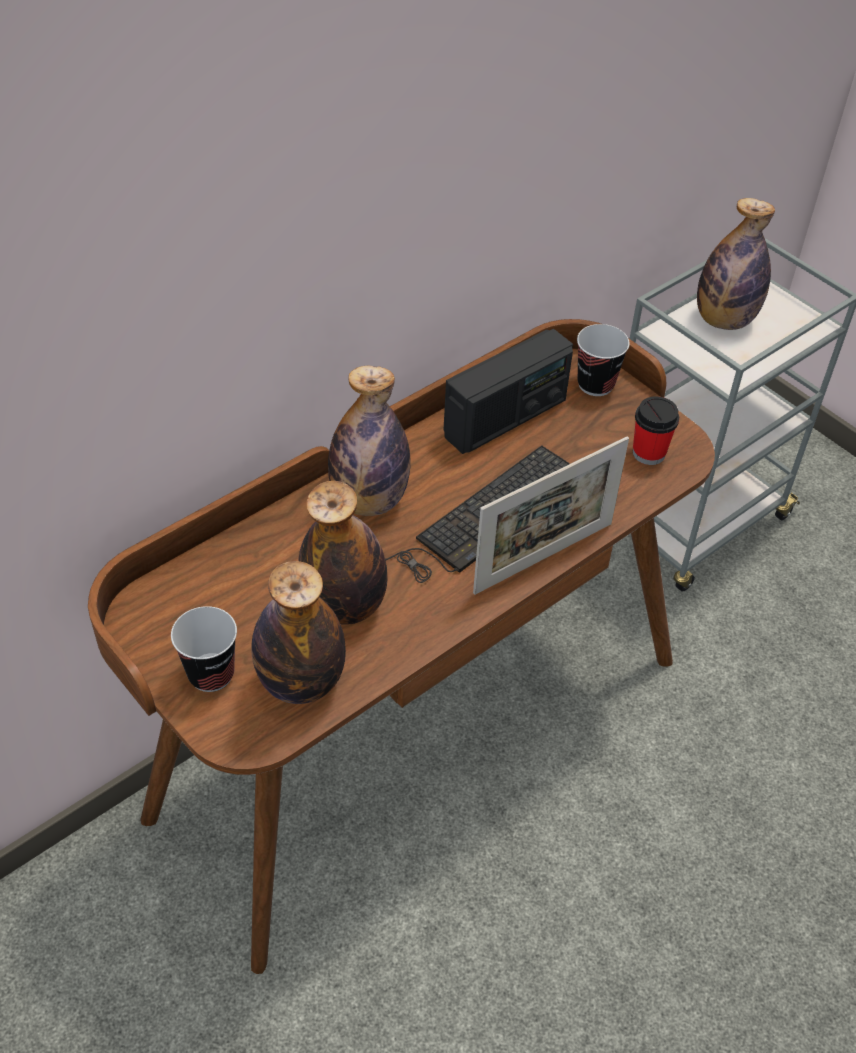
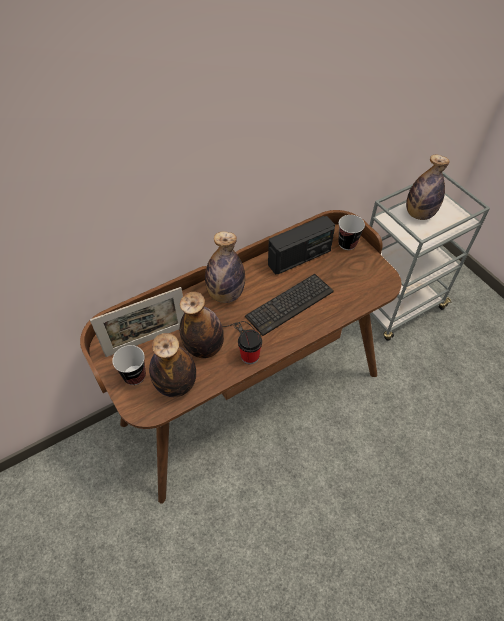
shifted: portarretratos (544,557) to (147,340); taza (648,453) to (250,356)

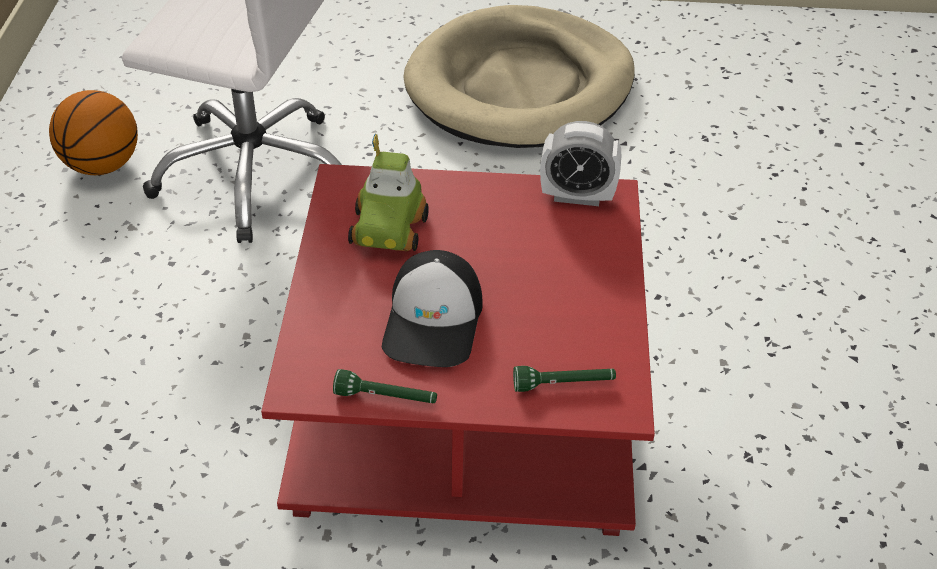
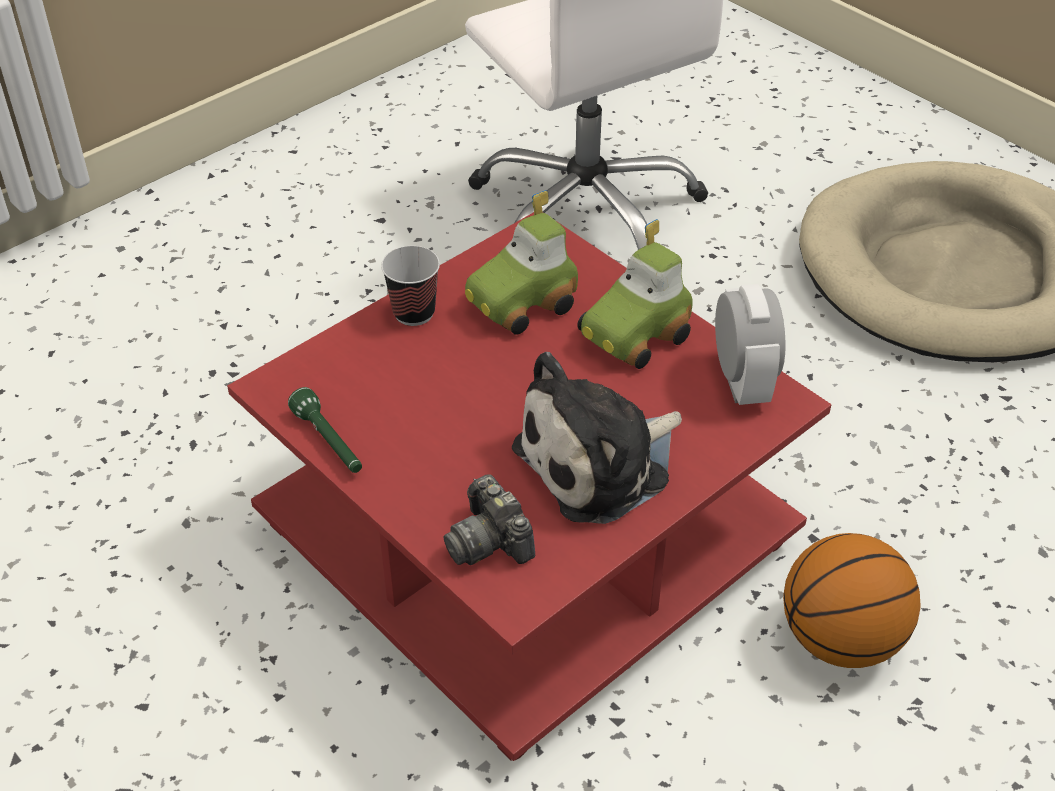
gone: gorra (434,321)
new: taza (414,313); peluche (600,463); coche de juguete (635,335)
shifted: balón de baloncesto (103,165) to (841,639)
swapped: linterna (verde) (564,384) to cámara (489,541)
rotated: despertador (577,196) = (742,381) 150 degrees counterclockwise

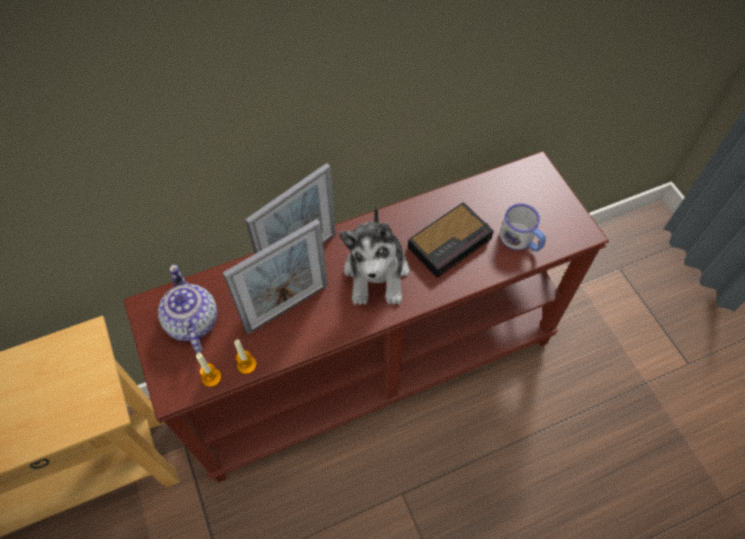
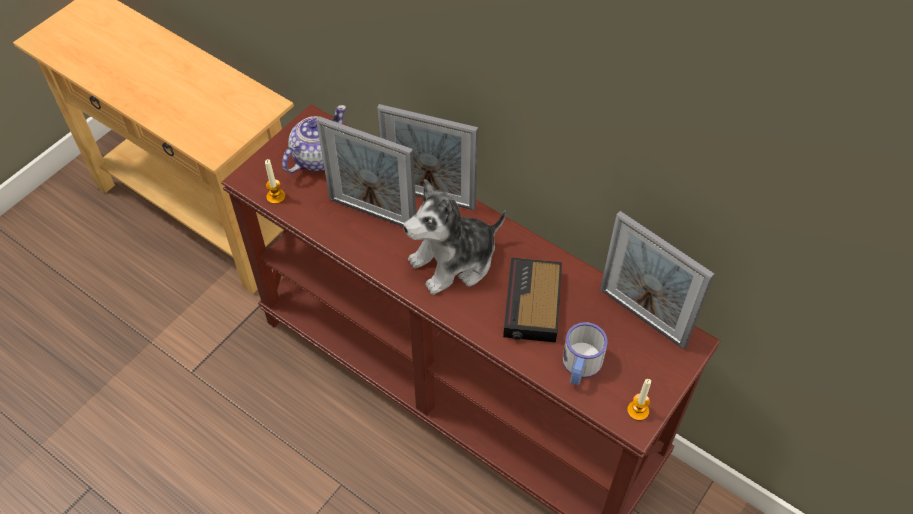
new: portarretratos (642,317)
shifted: vela (246,365) to (638,411)
rotated: despertador (451,242) = (532,306) 75 degrees clockwise

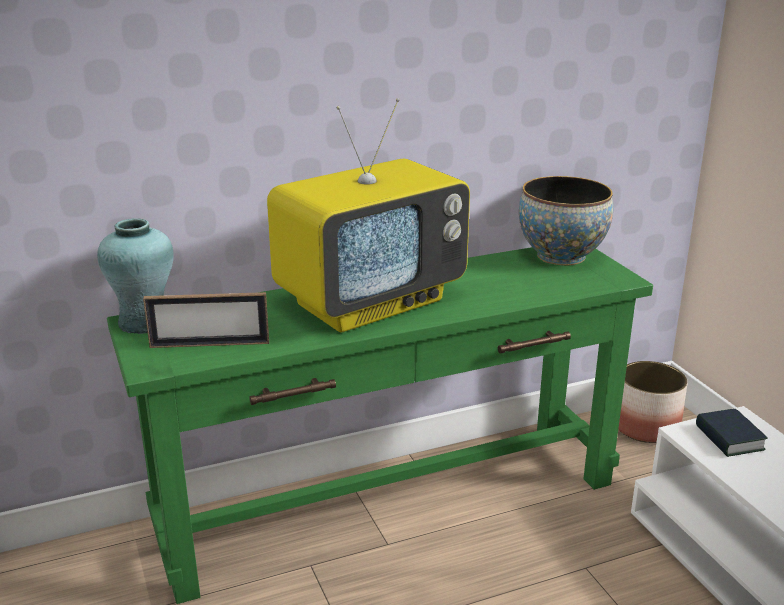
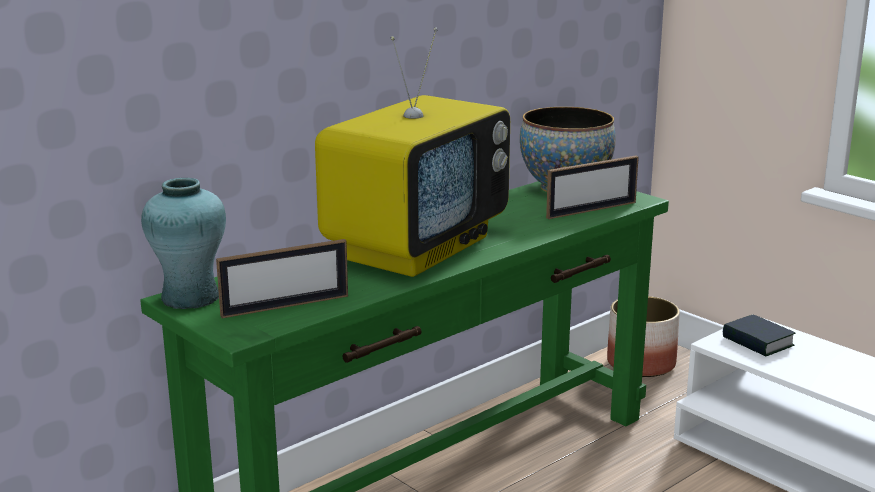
new: portarretratos (591,210)

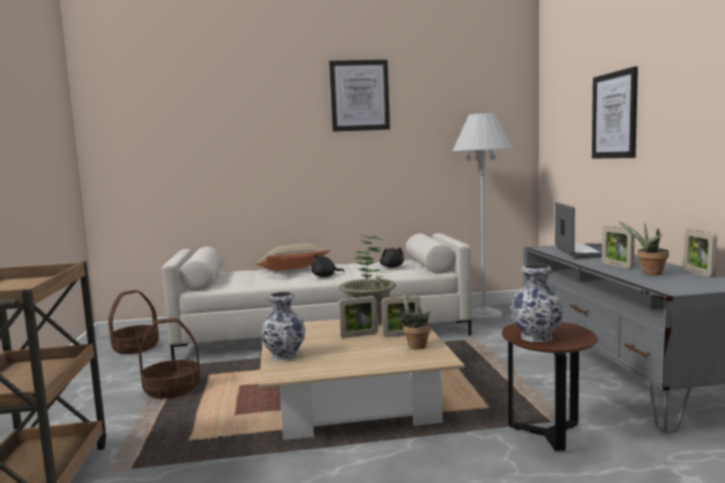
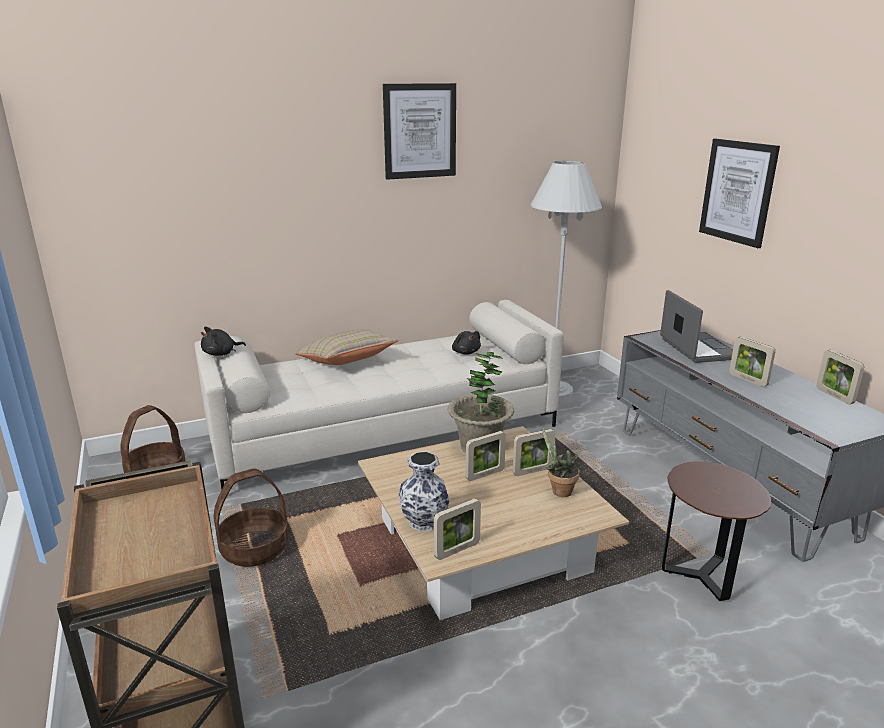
gone: florero (537,337); planta en maceta (649,273)
new: portarretratos (457,550)
shifted: peluche (negro) (325,276) to (221,354)

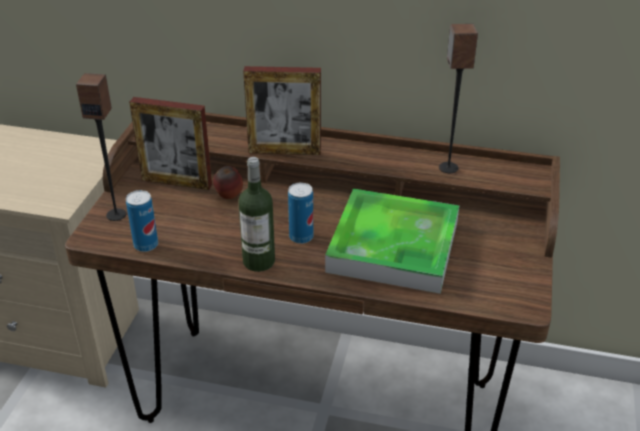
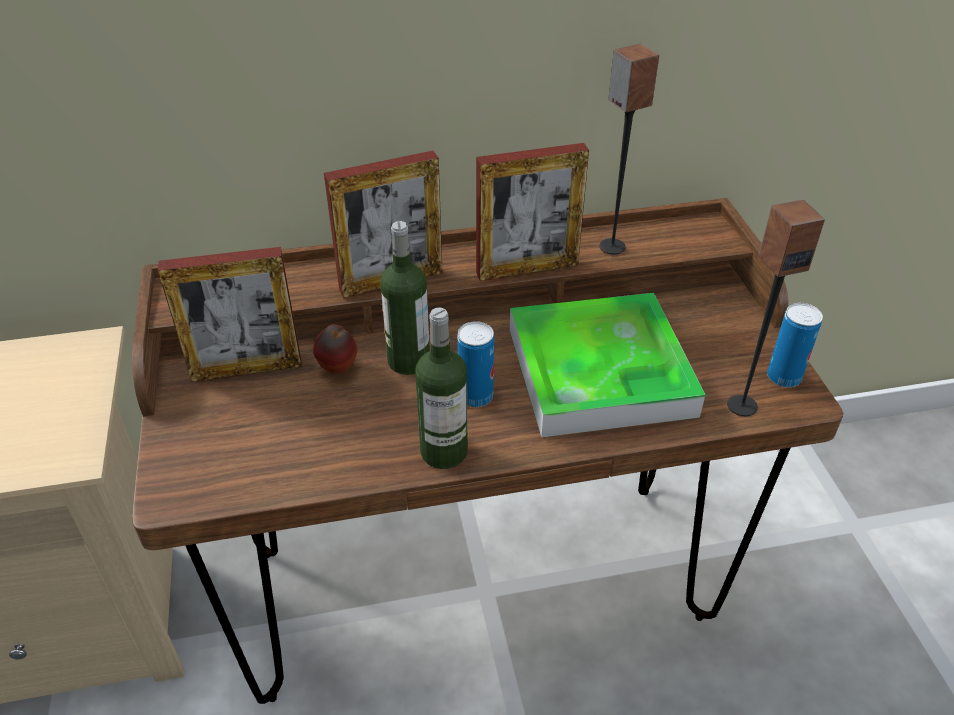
new: botella (409,361); portarretratos (527,269)
shifted: altavoz (116,214) to (741,405); lata (146,245) to (783,377)

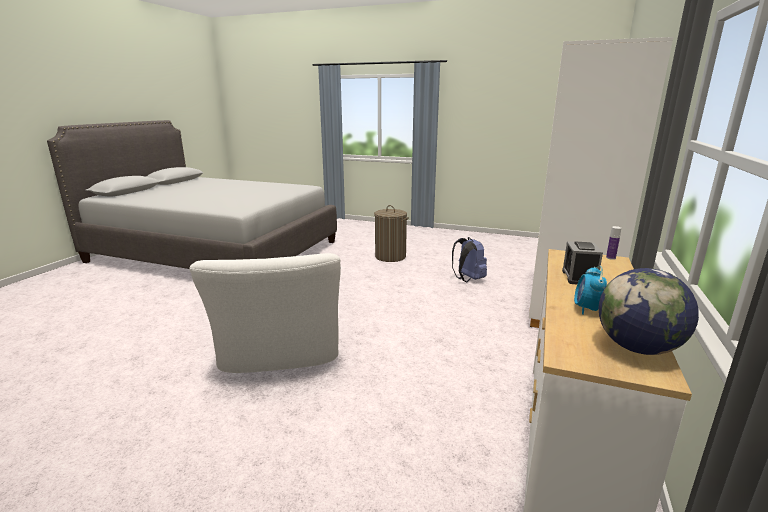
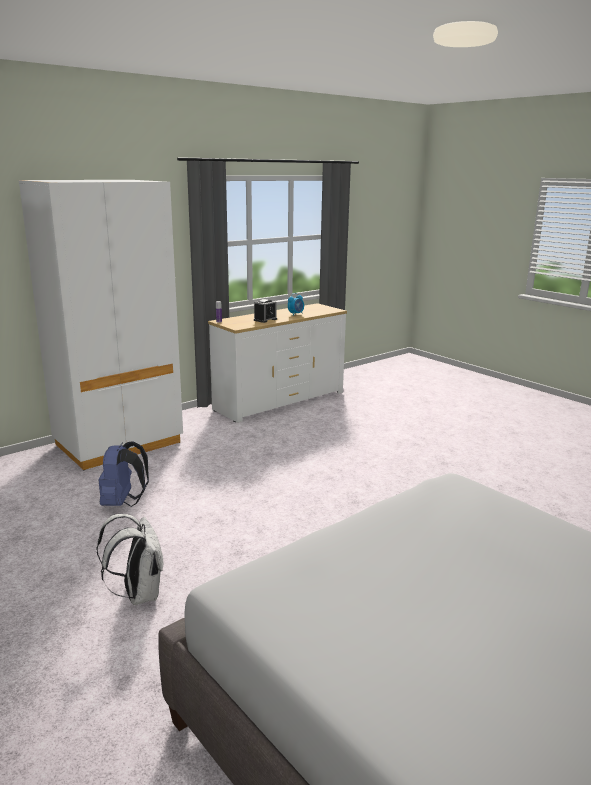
gone: sillón (blanco) (280,352); globo terráqueo (637,348)
swapped: cesto de la ropa (390,256) to mochila (blanco) (138,594)

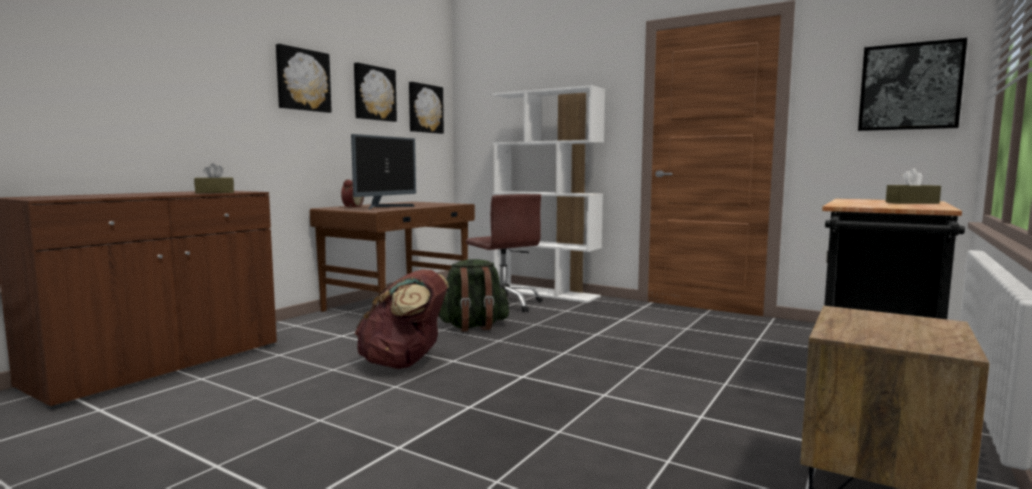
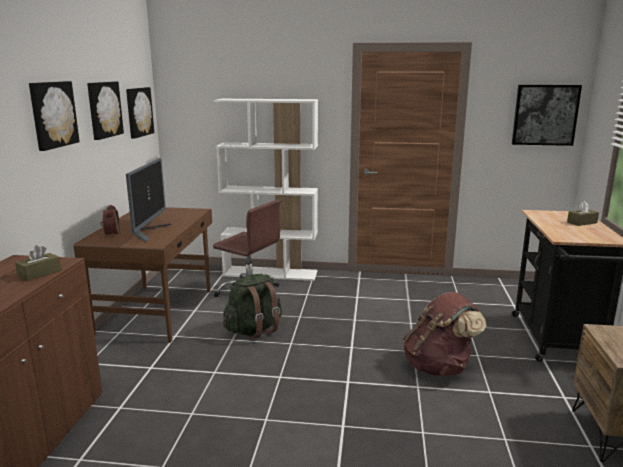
shifted: mochila (marrón) (404,363) to (439,367)

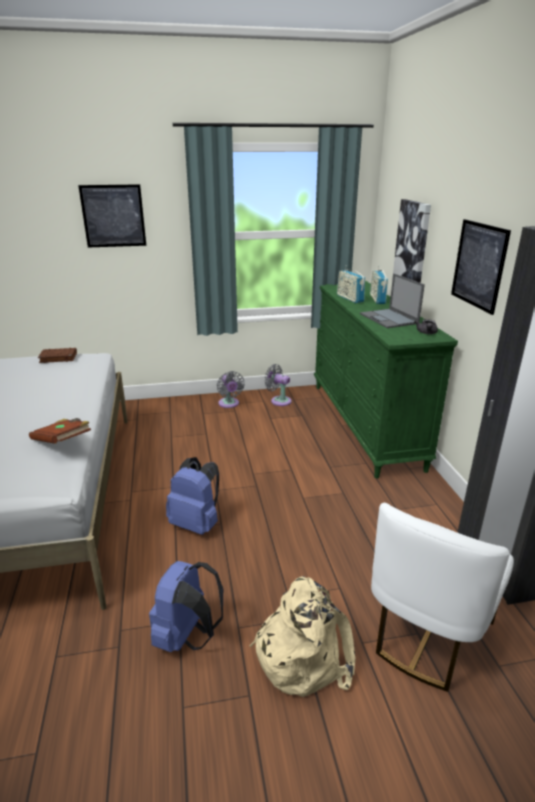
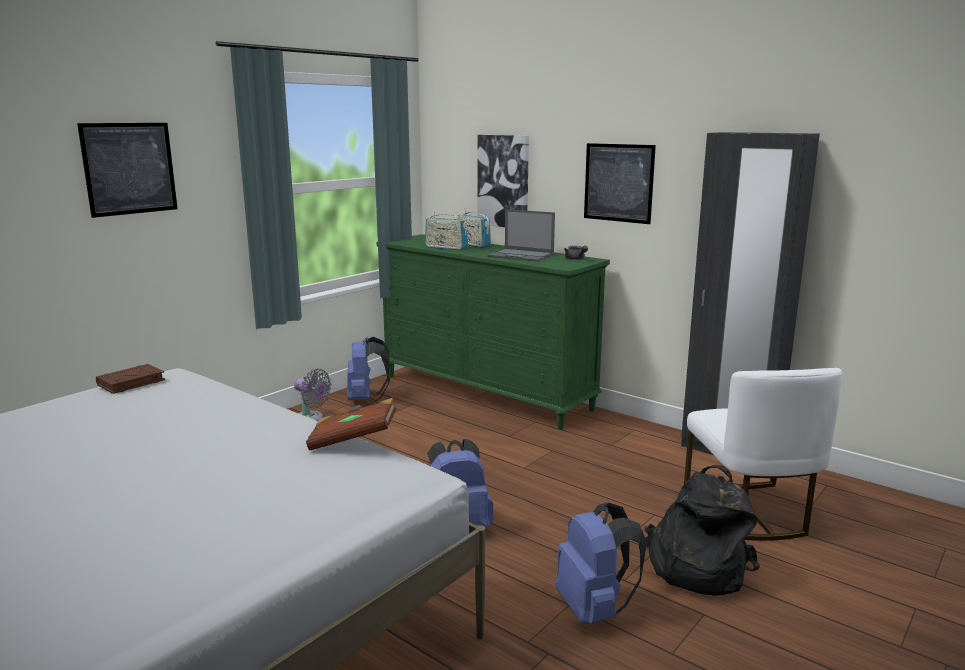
swapped: ventilador (gris) (279,400) to mochila (azul) (366,399)
repainted: mochila (beis) (303,652) to mochila (negro) (695,567)

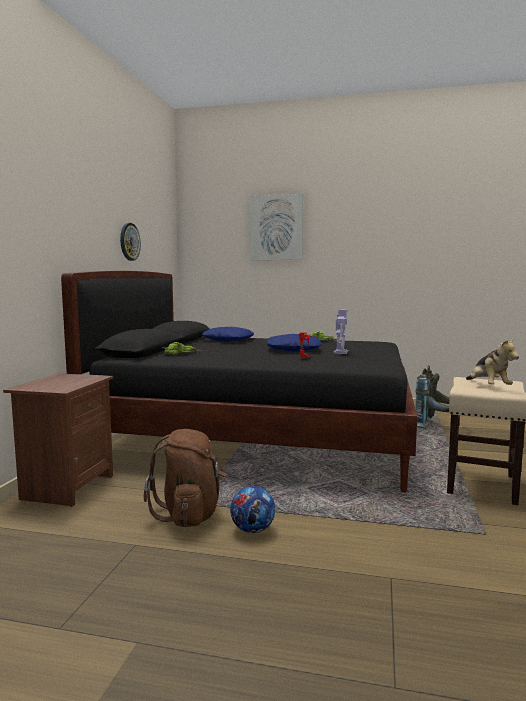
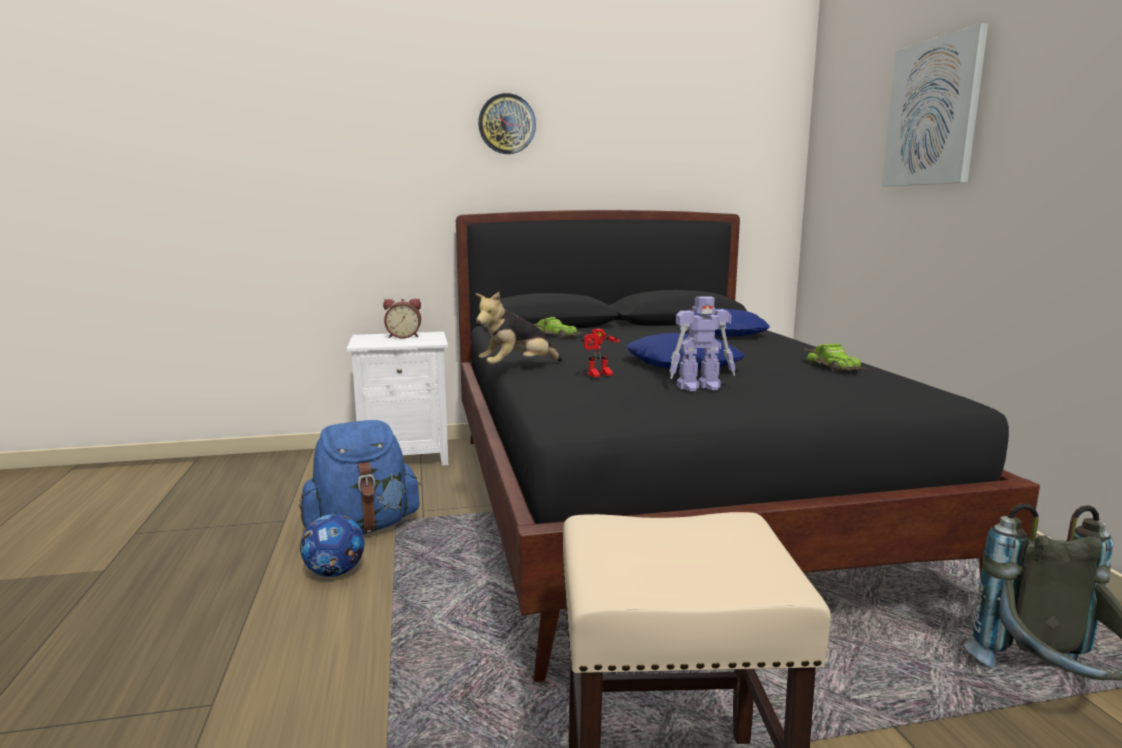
new: despertador (404,336)
shifted: reloj de pared (129,241) to (507,124); peluche (488,386) to (517,368)
repainted: mesita de noche (marrón) (66,487) to mesita de noche (blanco) (404,456); mochila (marrón) (189,515) to mochila (azul) (363,527)

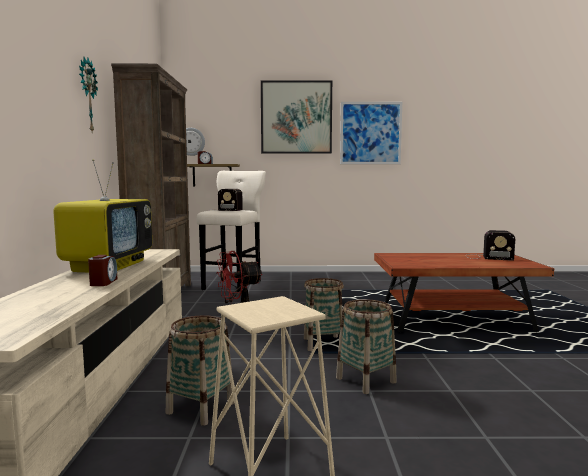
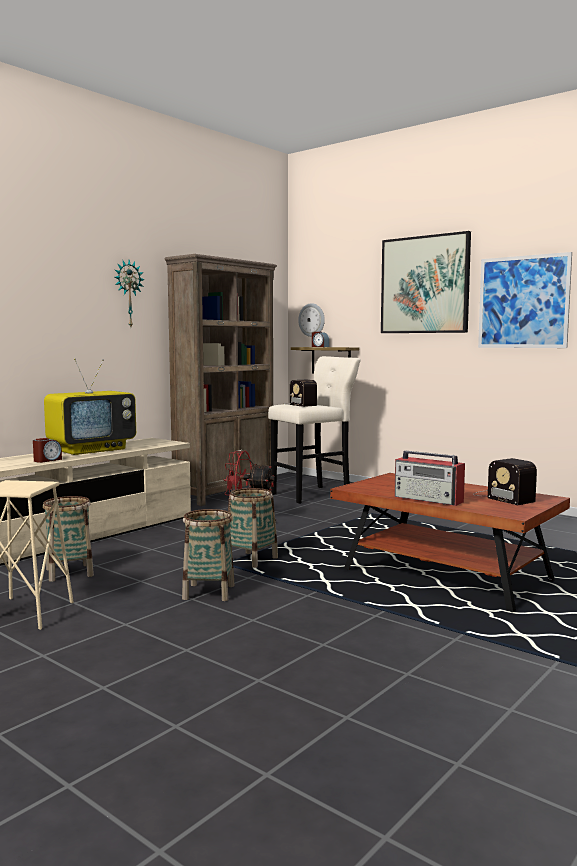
new: radio (429,499)

